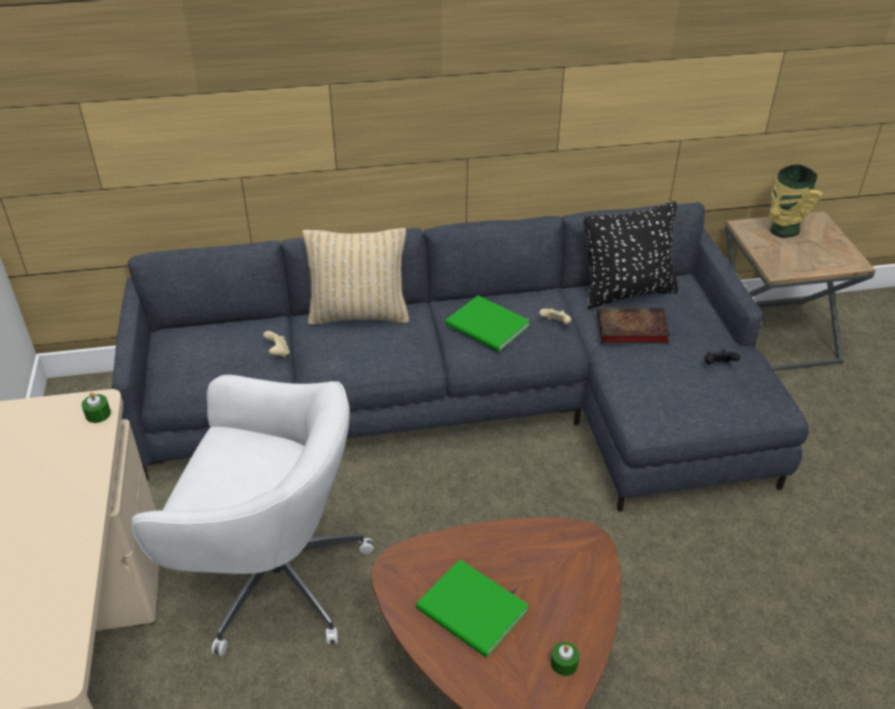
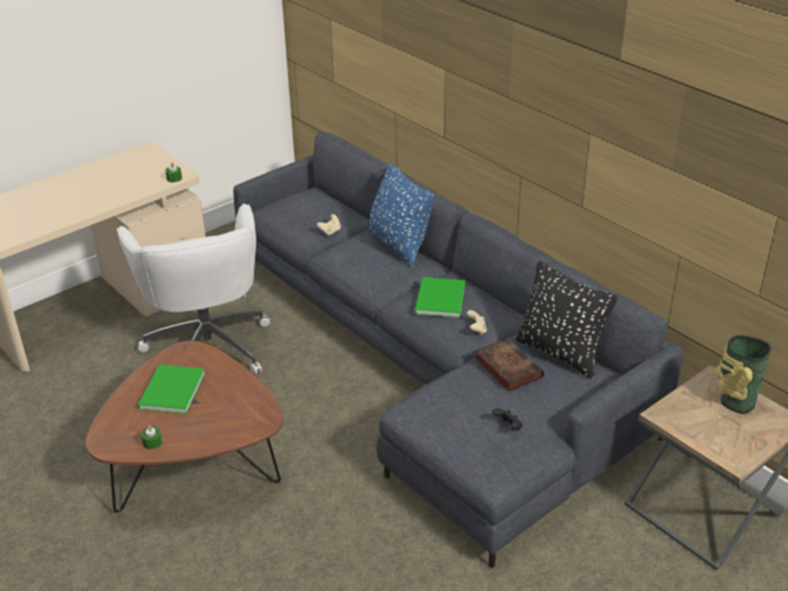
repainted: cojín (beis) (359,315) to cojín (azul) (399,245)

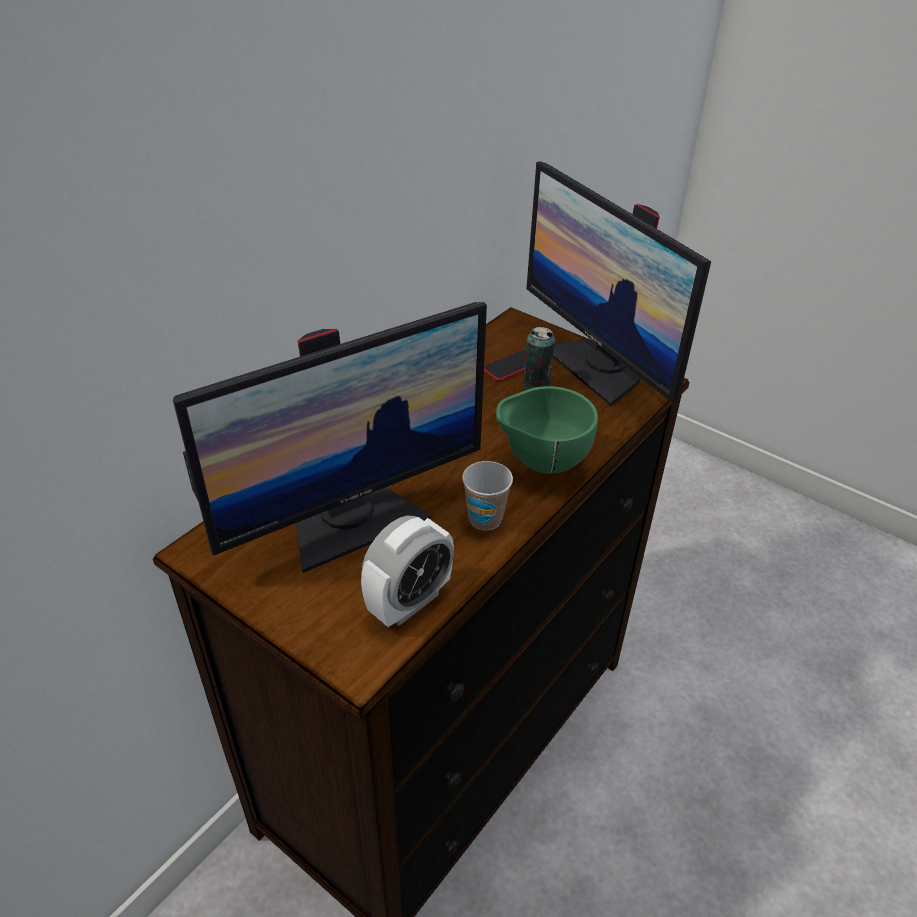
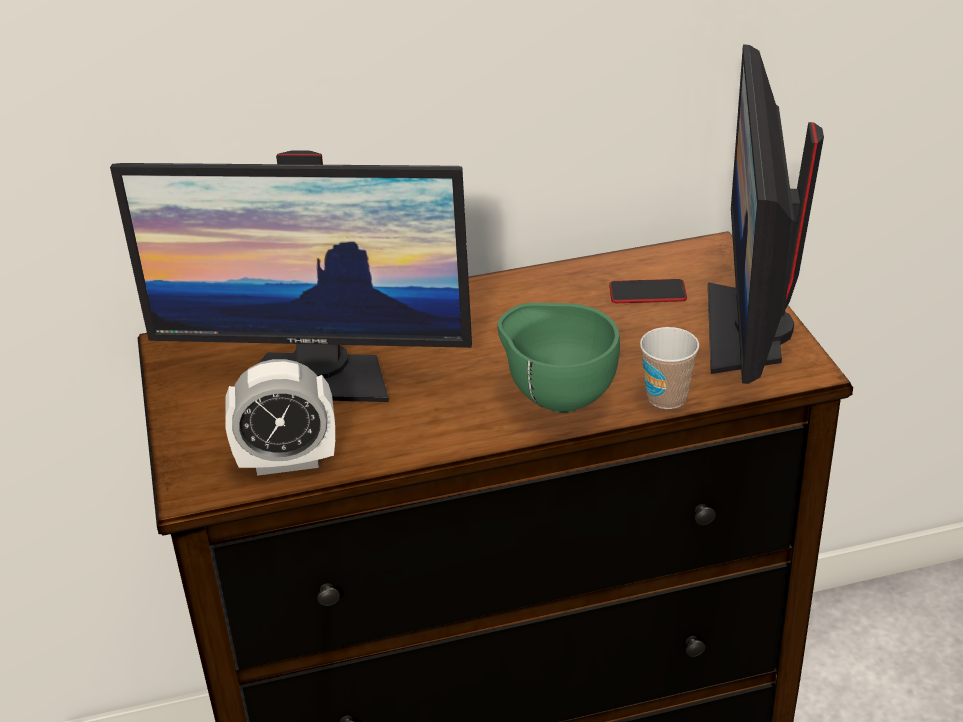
gone: lata (536,385)
shifted: taza (485,519) to (666,397)

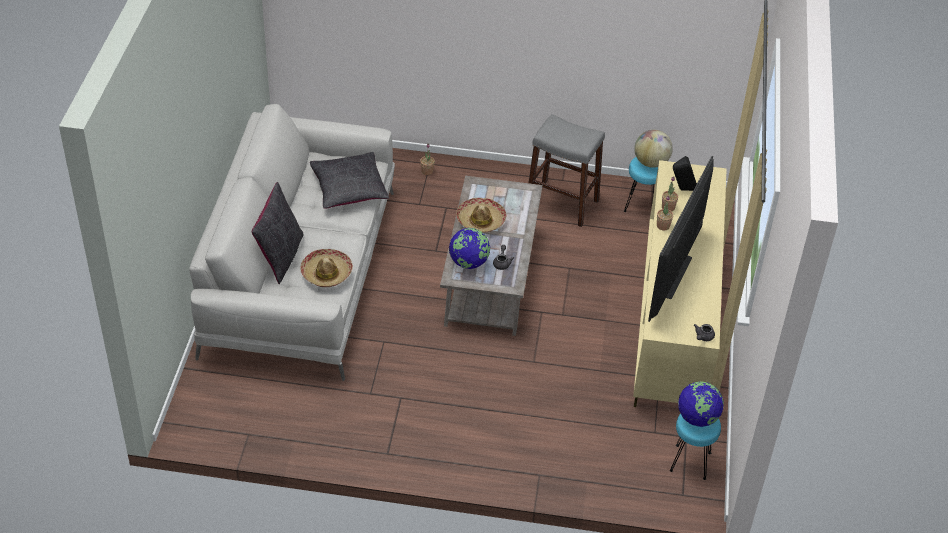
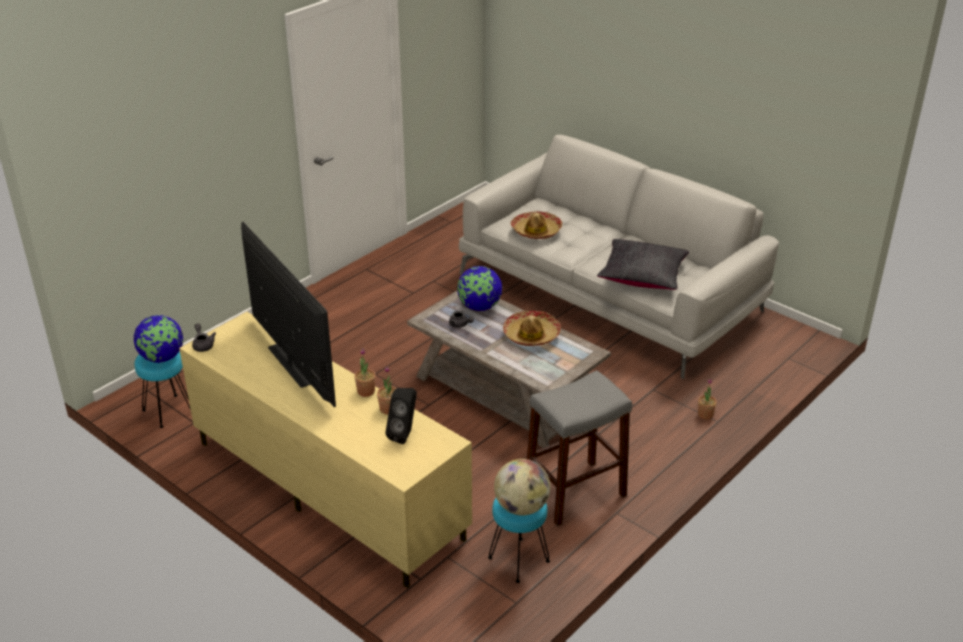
gone: cojín (negro) (280,256)

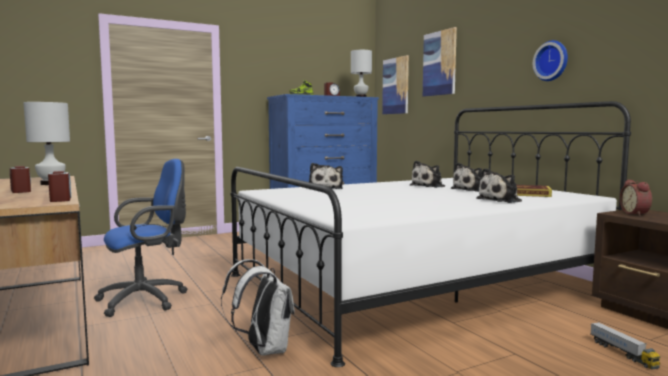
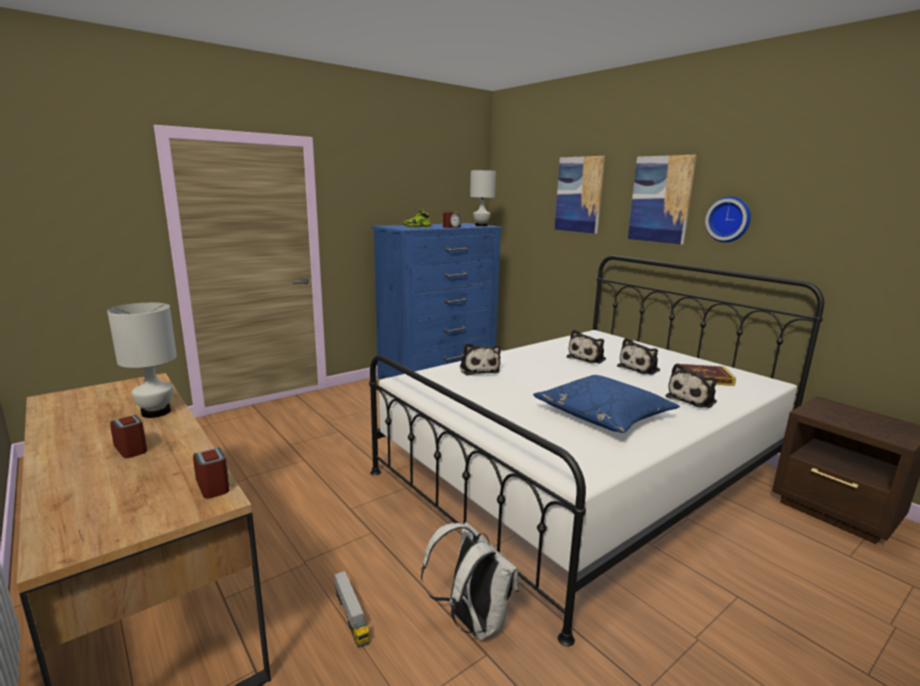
gone: silla de oficina (azul) (147,300); despertador (636,213)
new: cojín (azul) (603,415)
shifted: cuadro (395,86) to (660,199); camión de juguete (622,353) to (351,615)

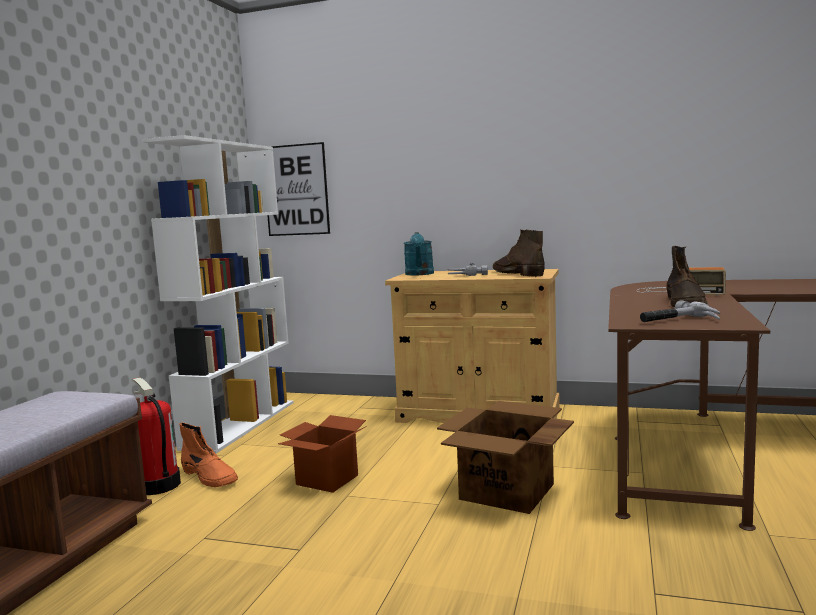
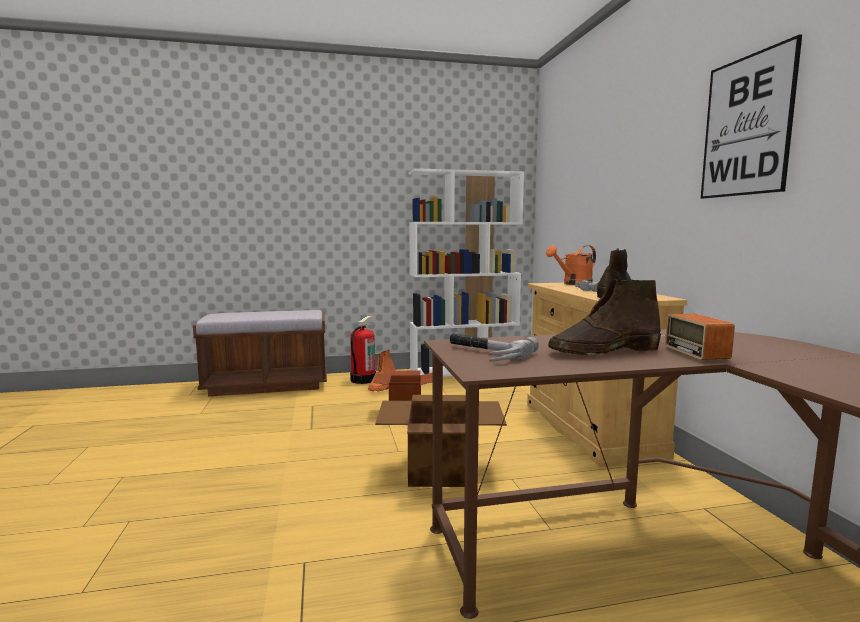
shifted: cuadro (296,190) to (746,126)
repainted: regadera (turquesa) (419,274) to regadera (naranja) (573,284)

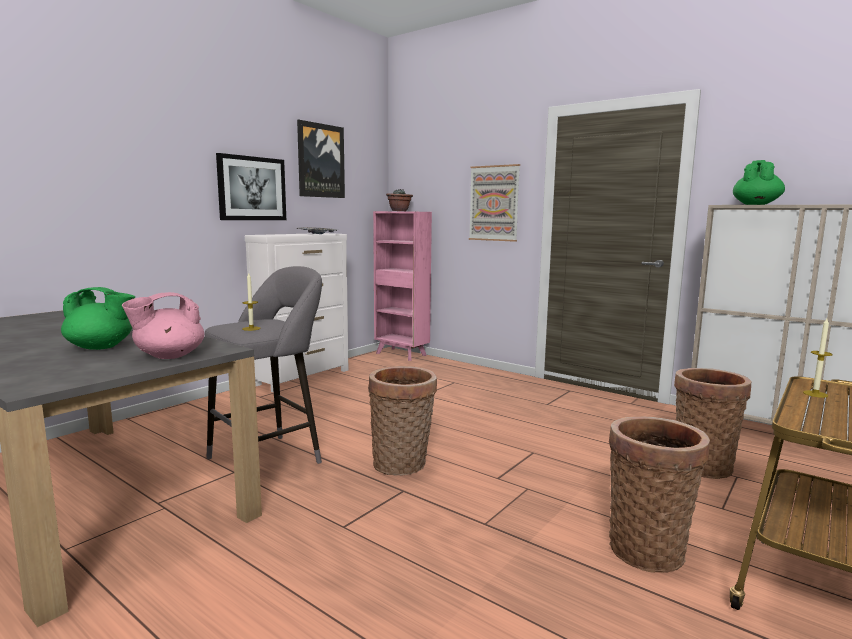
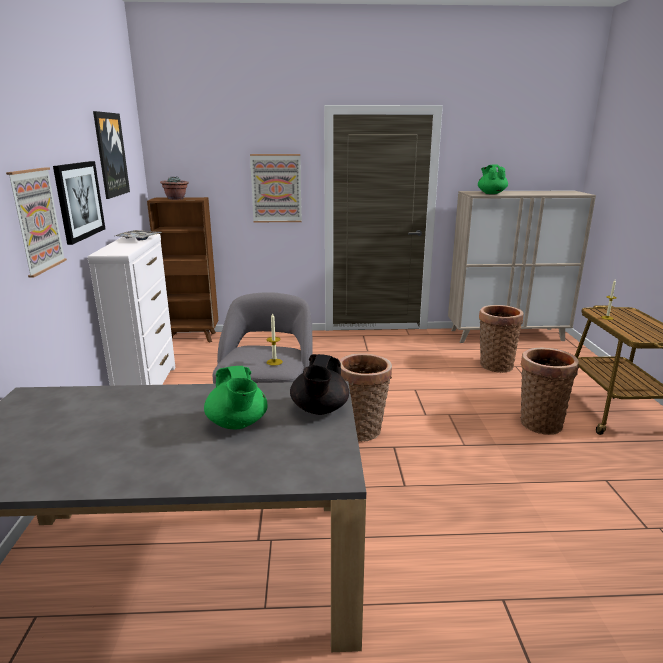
new: cuadro (36,220)
repainted: tetera (rosa) (169,356) to tetera (negro) (319,410); estantería (rosa) (401,354) to estantería (marrón) (192,337)
rotated: tetera (verde) (101,347) = (237,424) 105 degrees clockwise

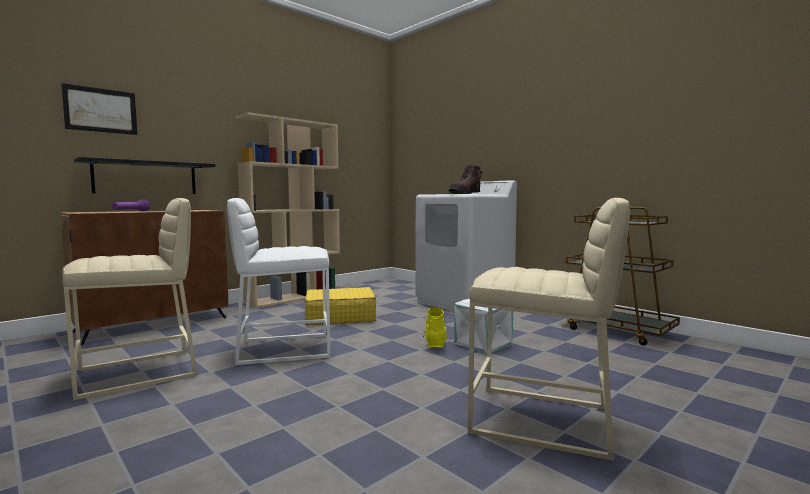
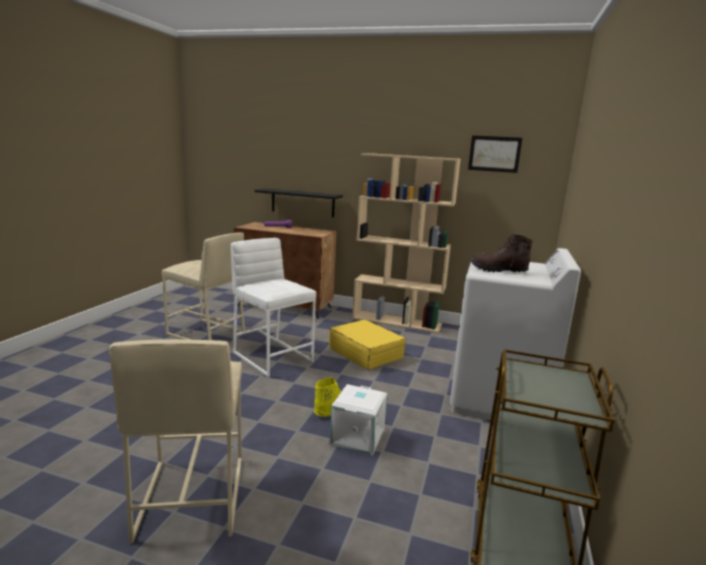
shifted: cuadro (101,110) to (494,154)

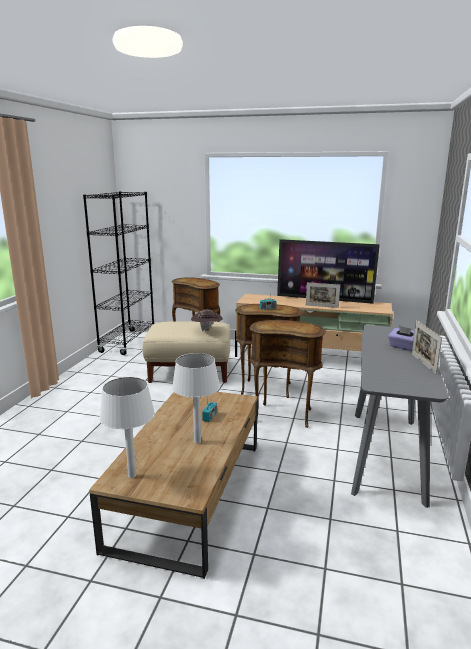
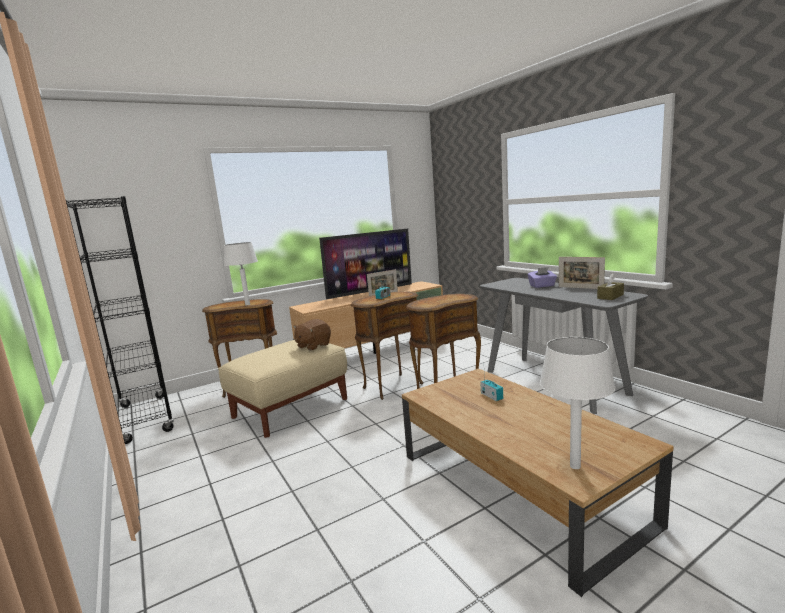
new: caja de pañuelos (marrón) (610,296)
shifted: lámpara de mesa (blanco) (197,441) to (247,304)
swapped: sombrero (marrón) (207,330) to peluche (marrón) (313,346)

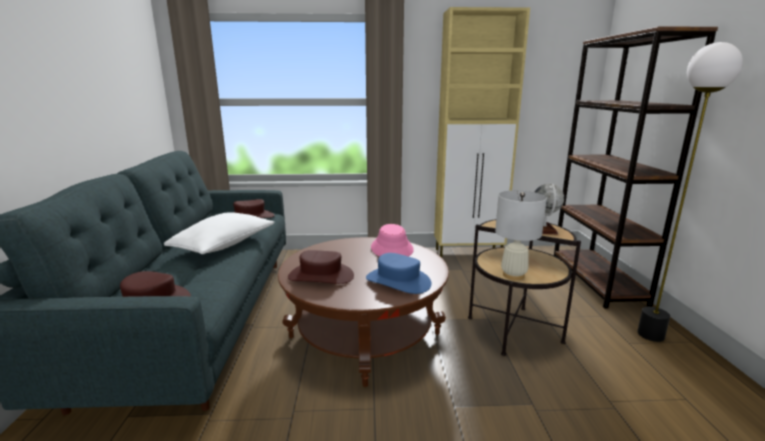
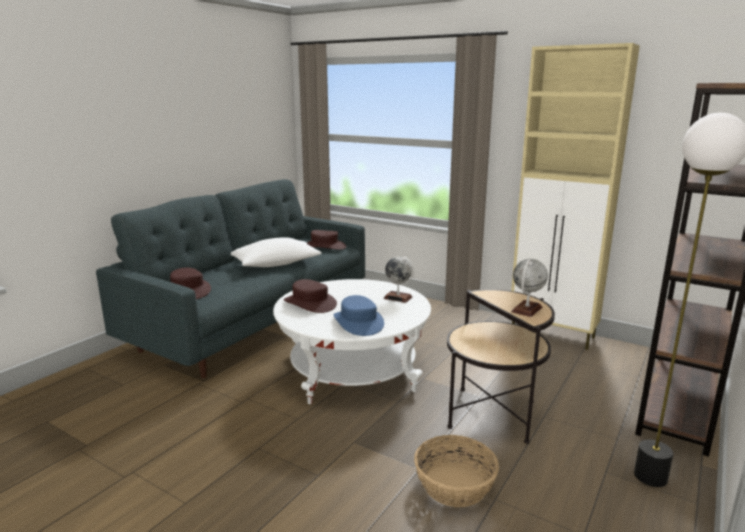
gone: lámpara de mesa (blanco) (513,275)
new: cesta (455,485)
swapped: sombrero (rosa) (392,249) to globo terráqueo (398,297)
repainted: mesa de centro (marrón) (365,335) to mesa de centro (blanco) (353,371)

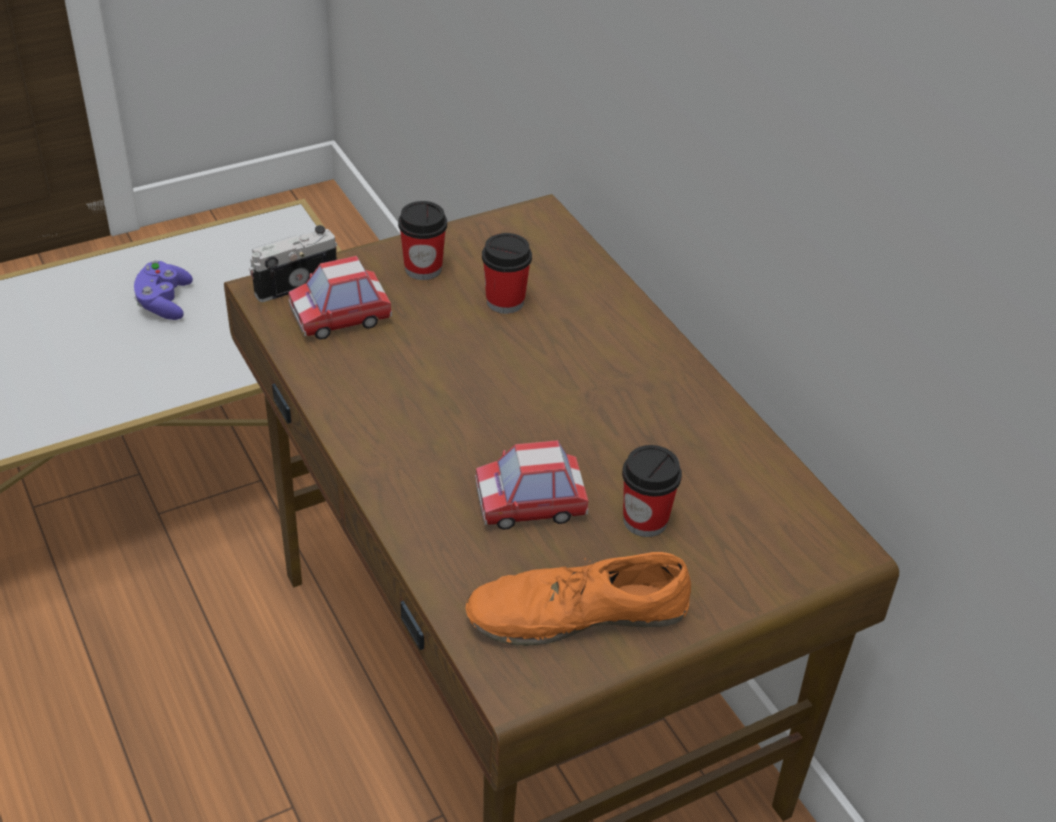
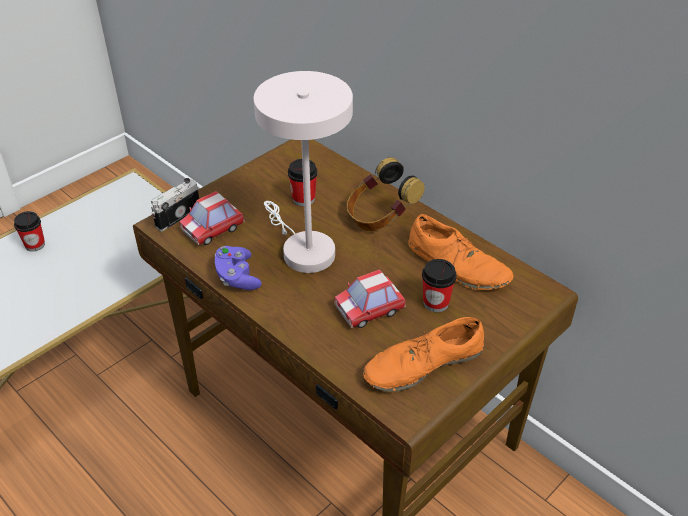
new: lámpara de mesa (blanco) (303,249); auriculares (380,217); zapato (naranja) (457,265)
shifted: mando de consola (morado) (164,302) to (237,277); taza (423,269) to (35,245)

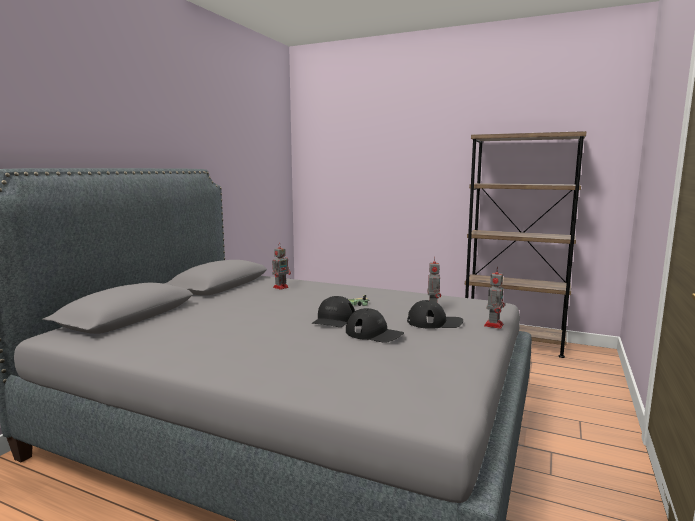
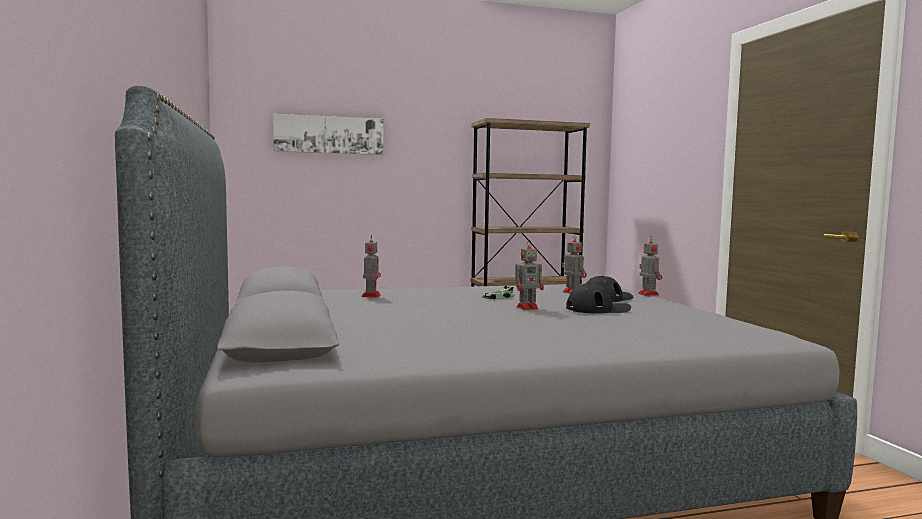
new: cuadro (329,135)
swapped: gorra (negro) (333,320) to robot de juguete (528,308)

